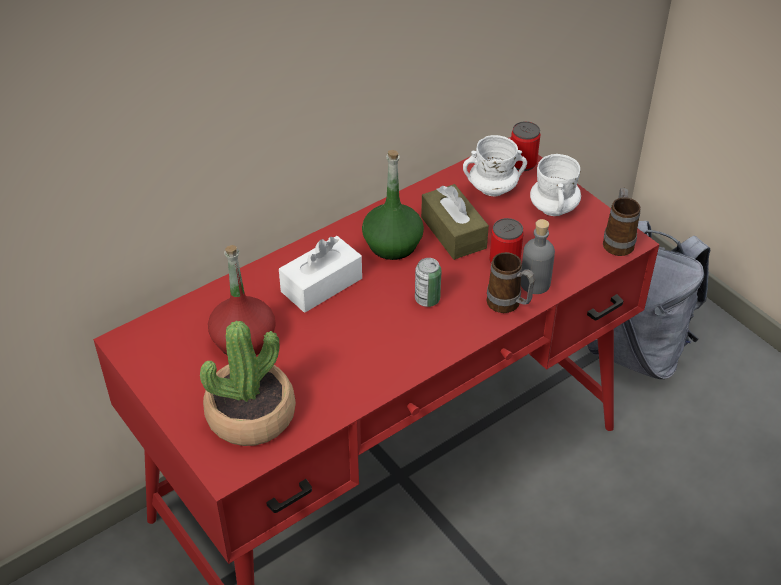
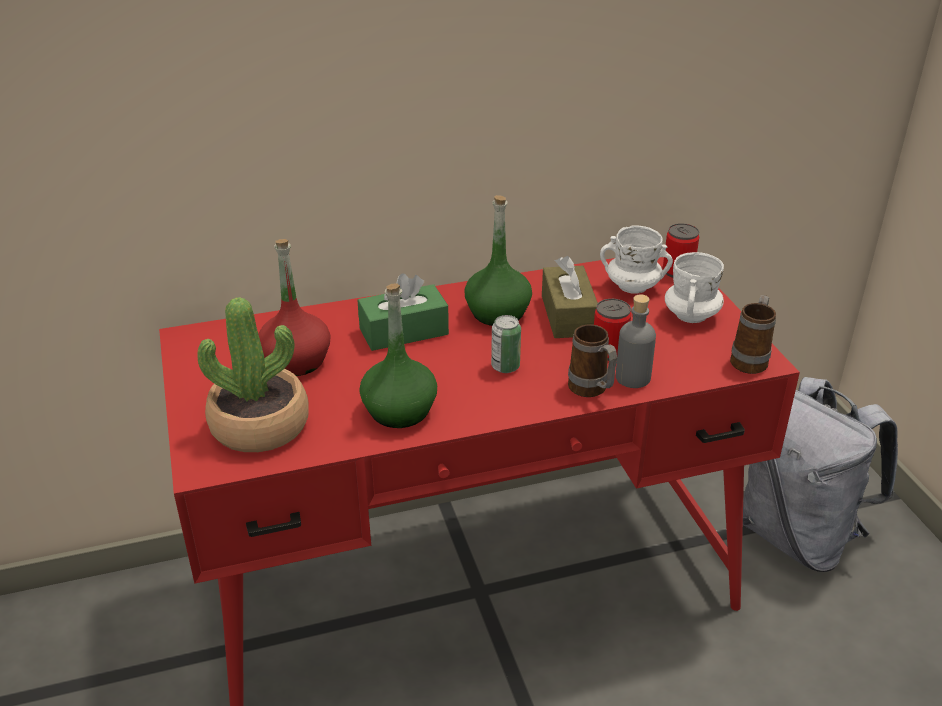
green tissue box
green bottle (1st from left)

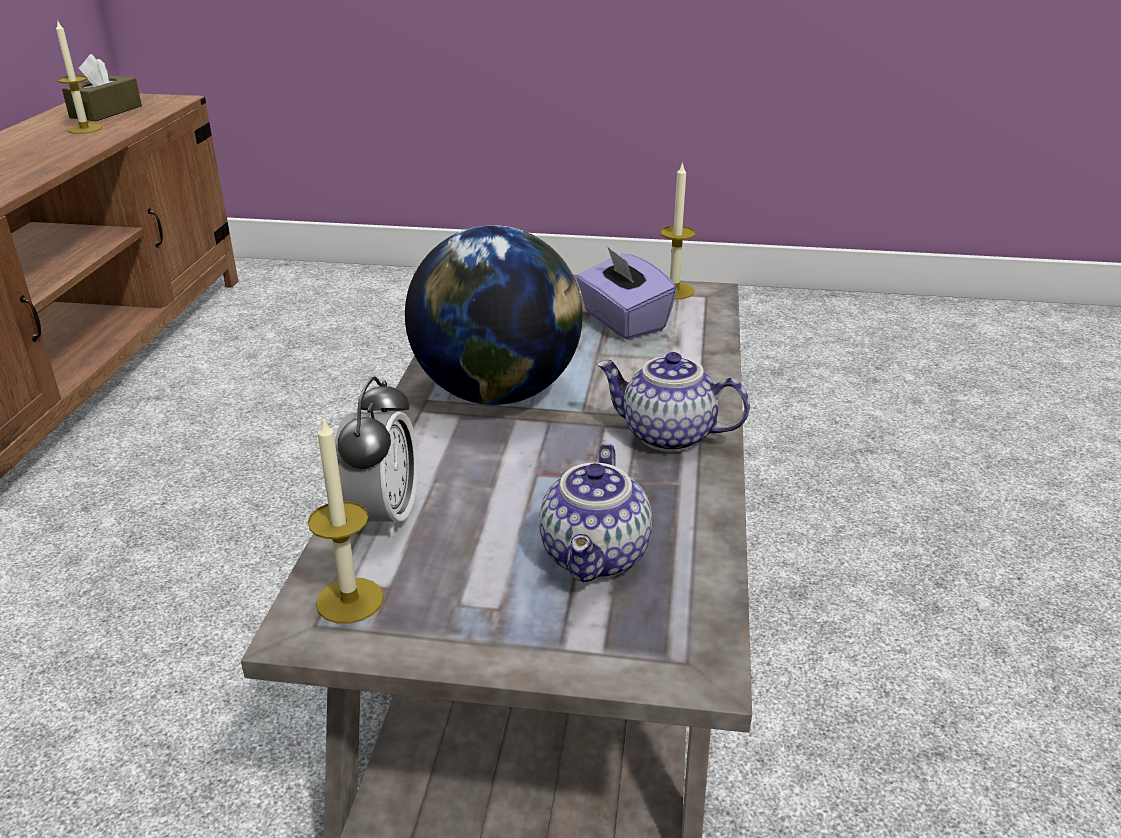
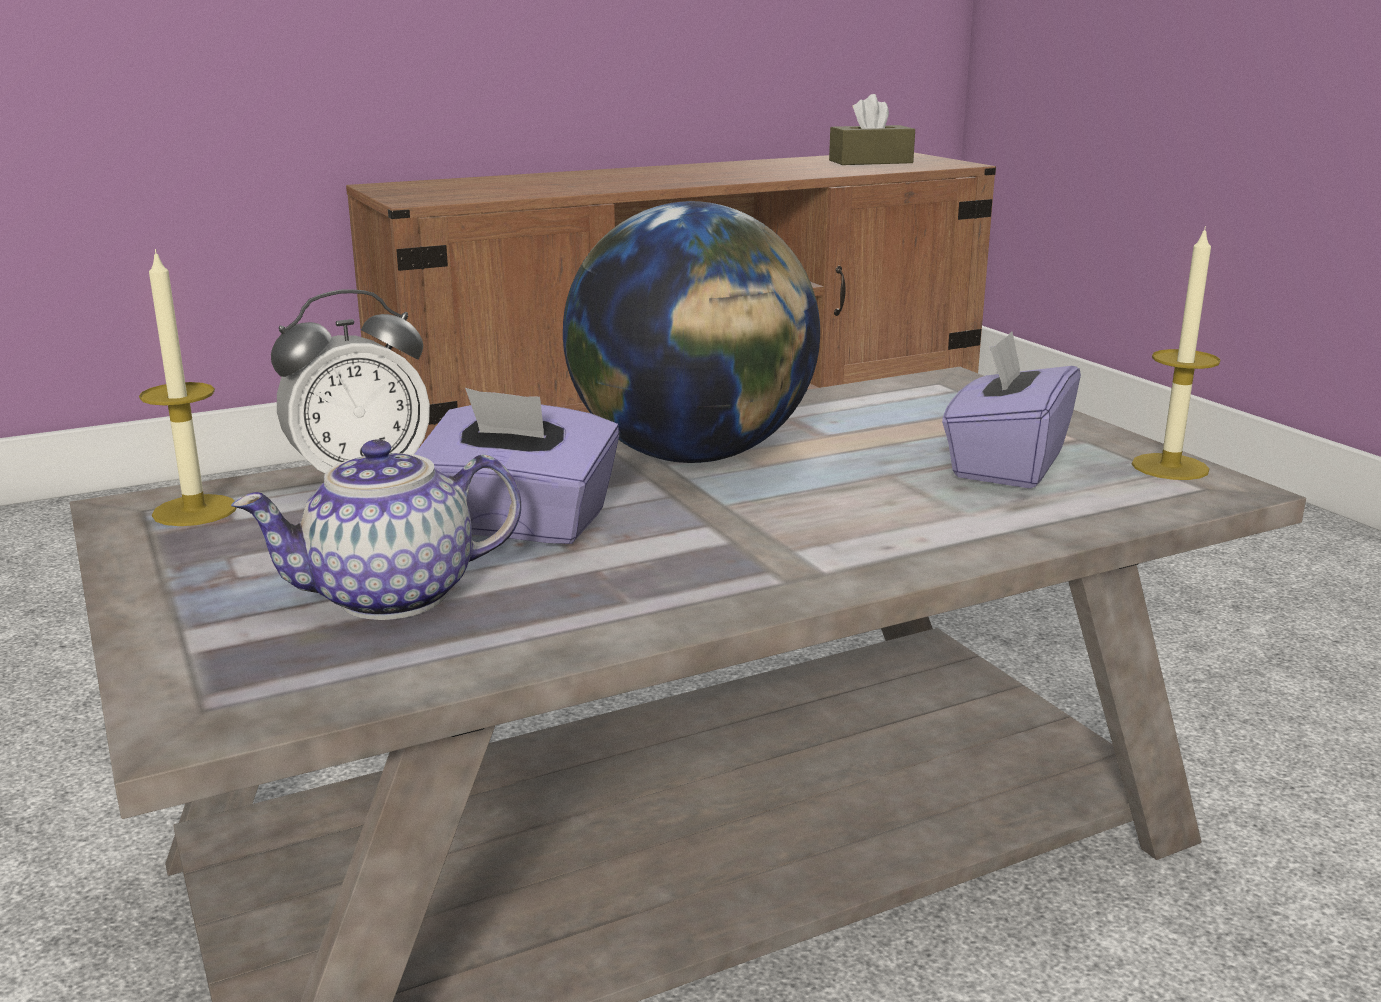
candle (1st from left in the first image)
teapot (2nd from left in the first image)
purple tissue box (1st from left)

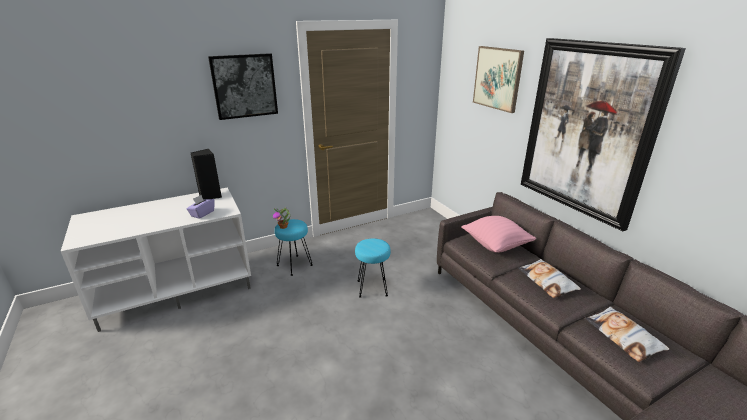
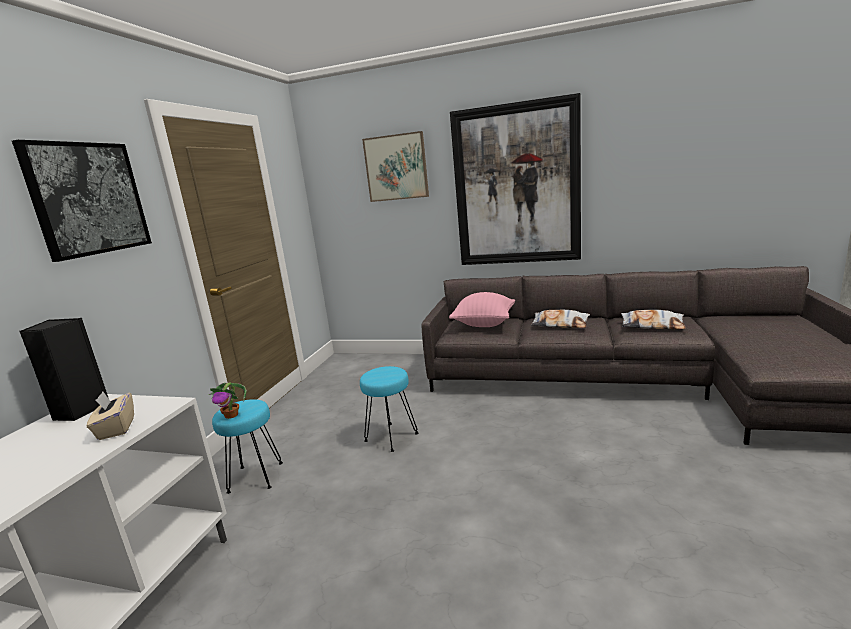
beige tissue box

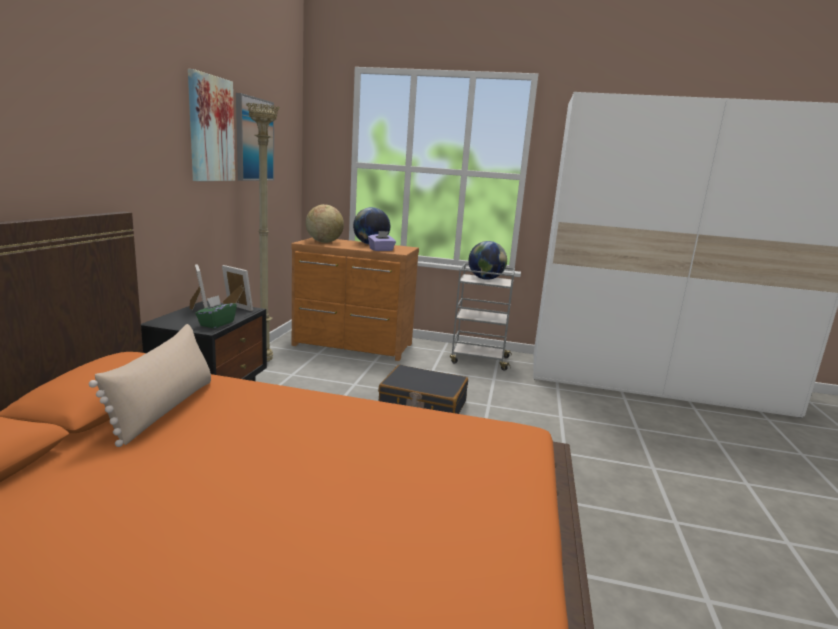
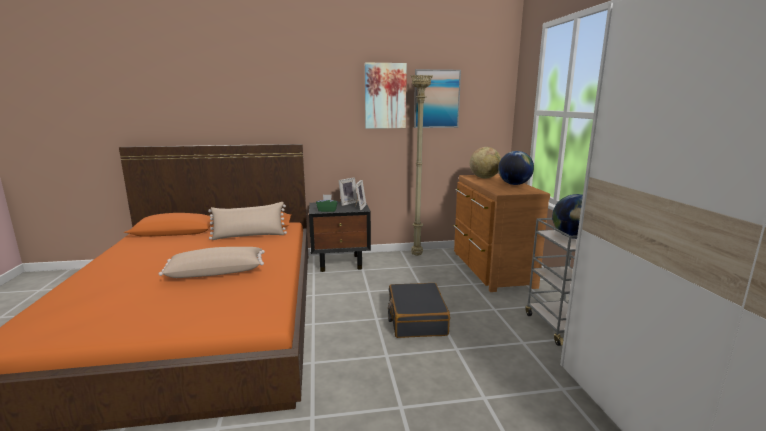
purple tissue box
beige pillow (1st from left)

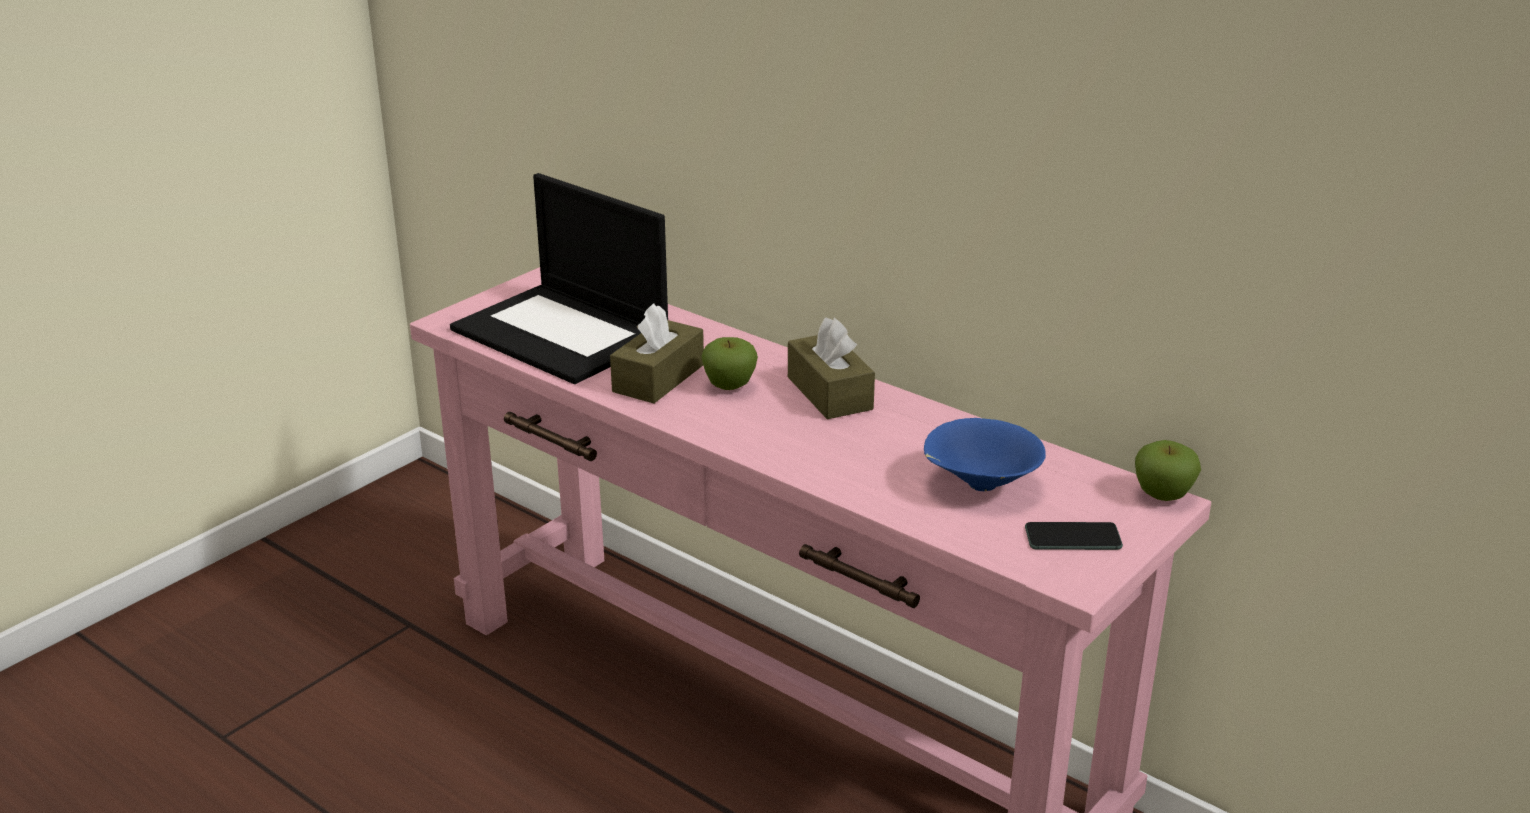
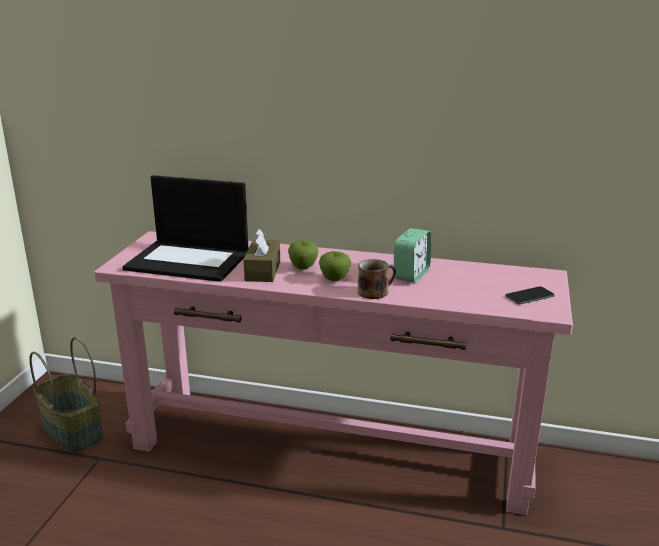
brown tissue box (2nd from left in the first image)
blue bowl
apple (2nd from left)
basket
mug
alarm clock

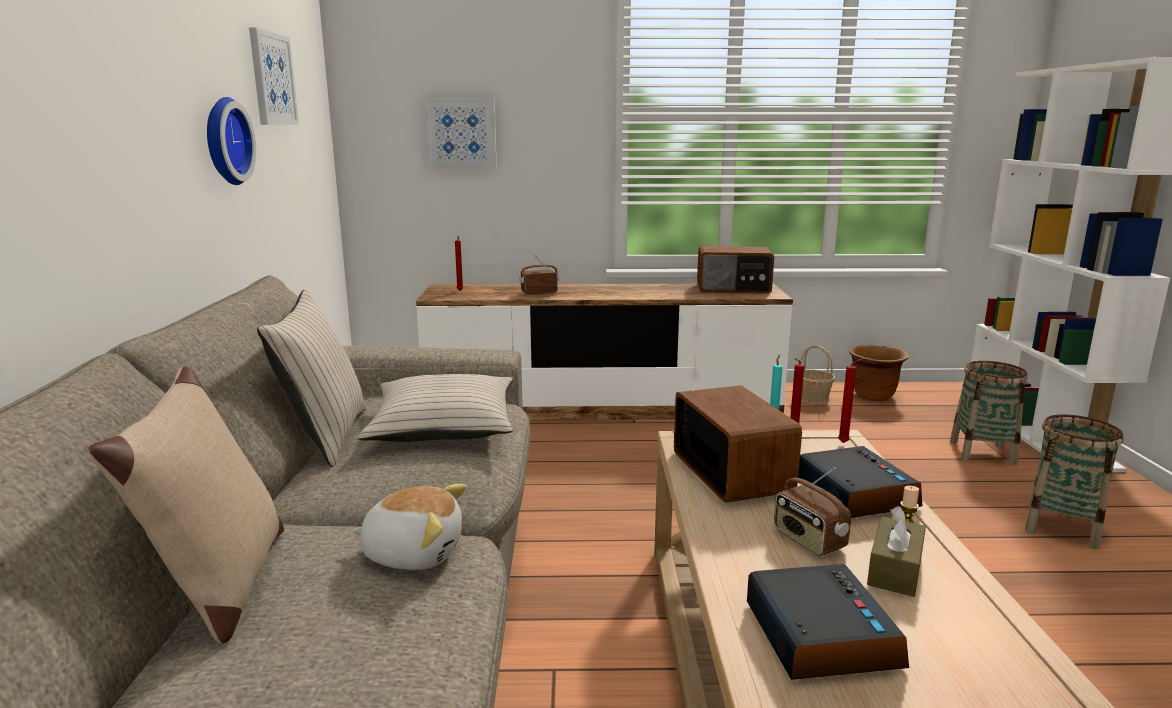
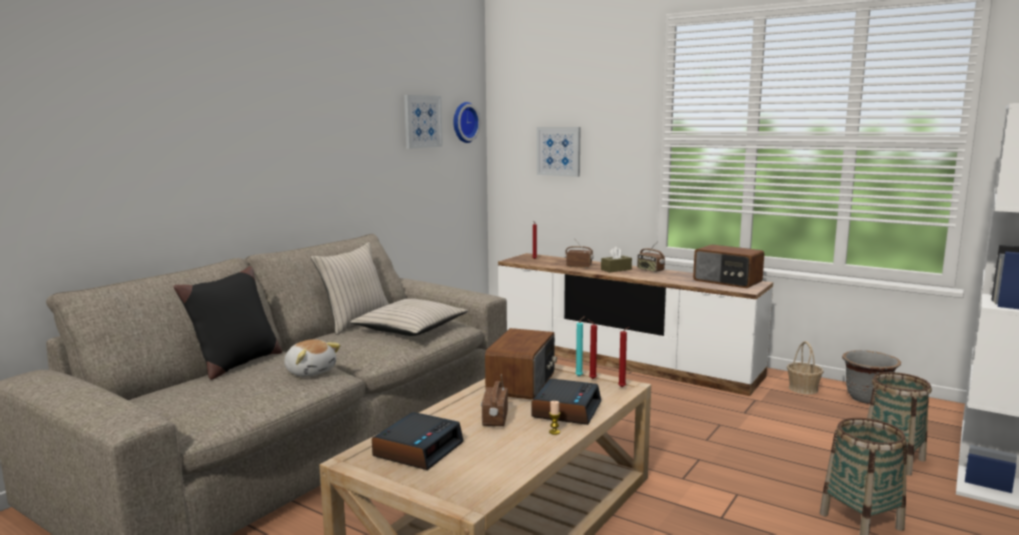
black pillow
wall clock
grey planter
brown tissue box
radio (4th from left)

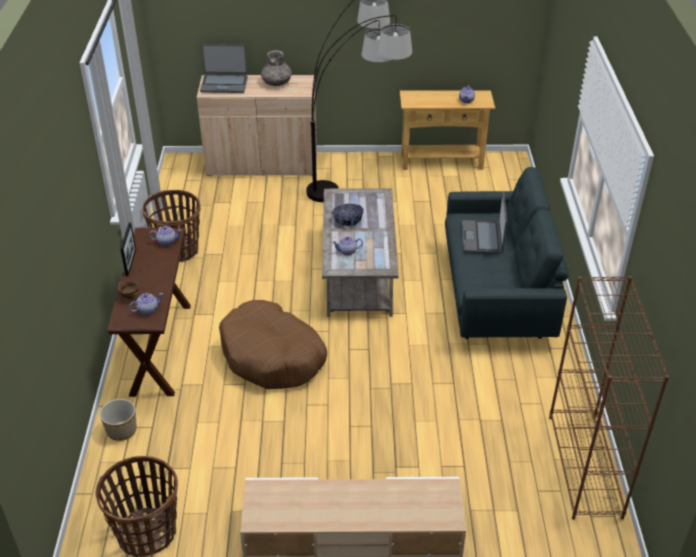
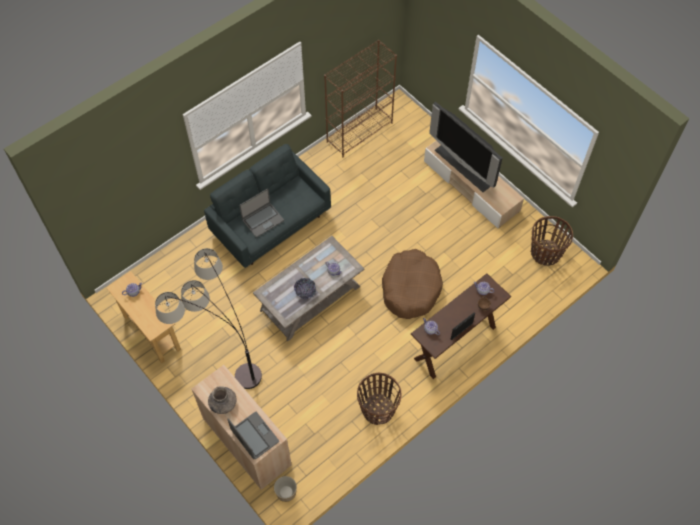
planter
television

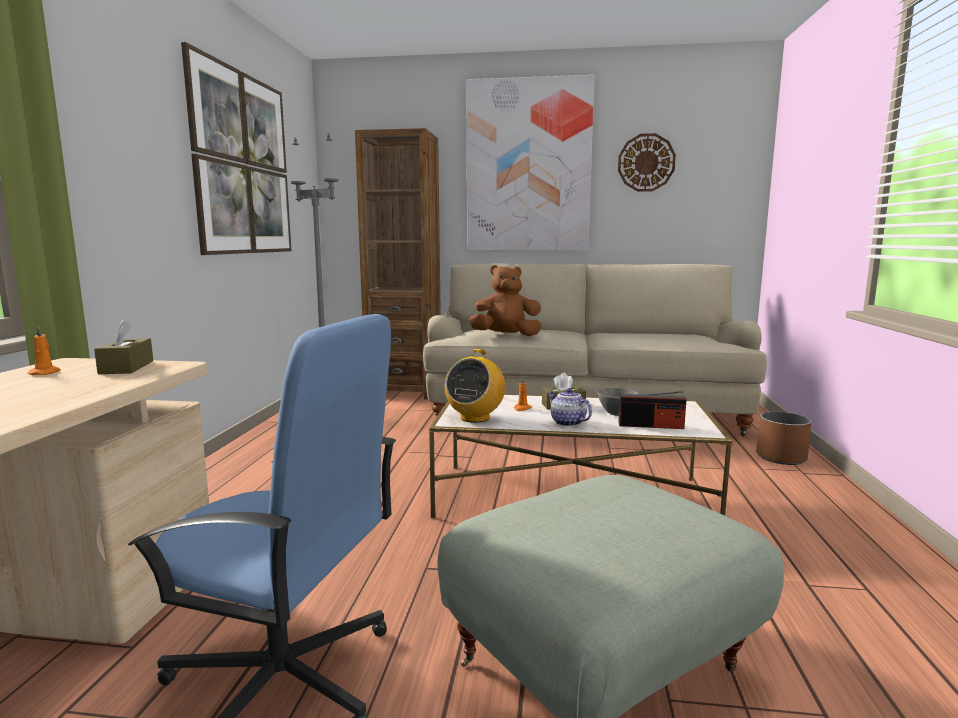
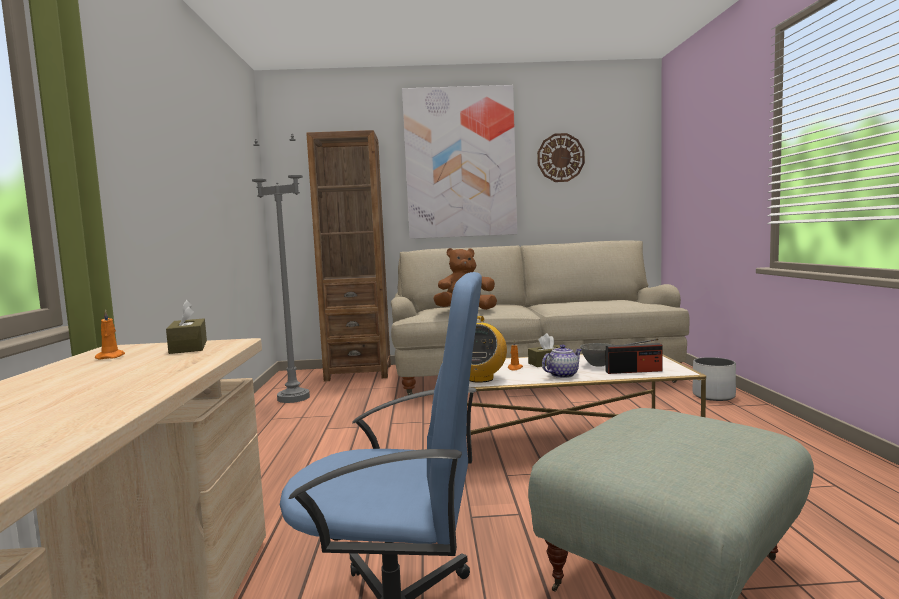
picture (1st from left in the first image)
teapot
white planter

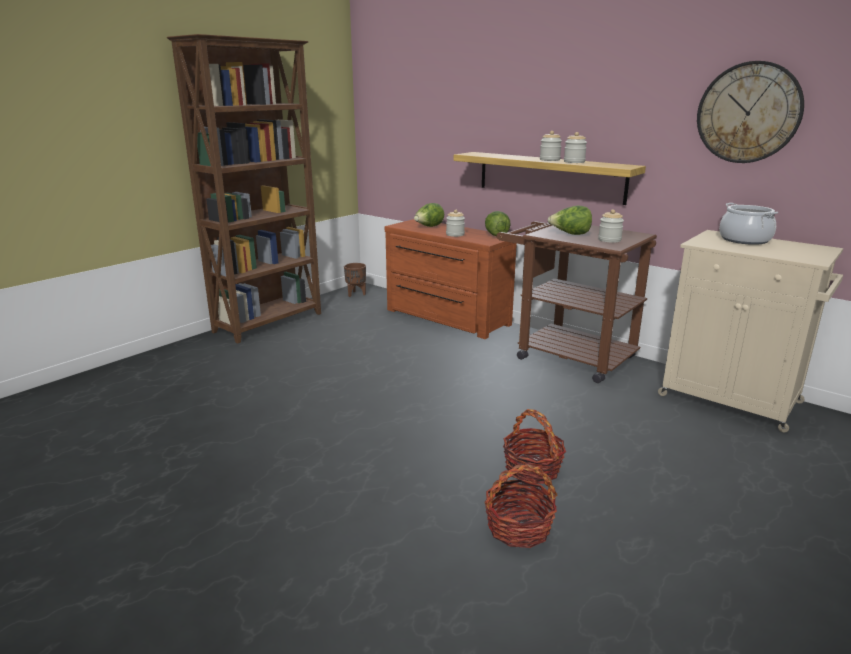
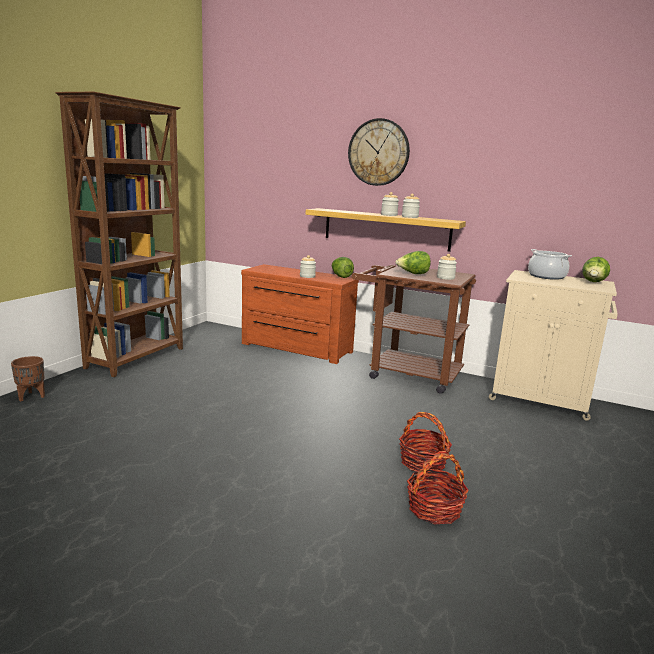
brown planter
lettuce (3rd from left)
wall clock

